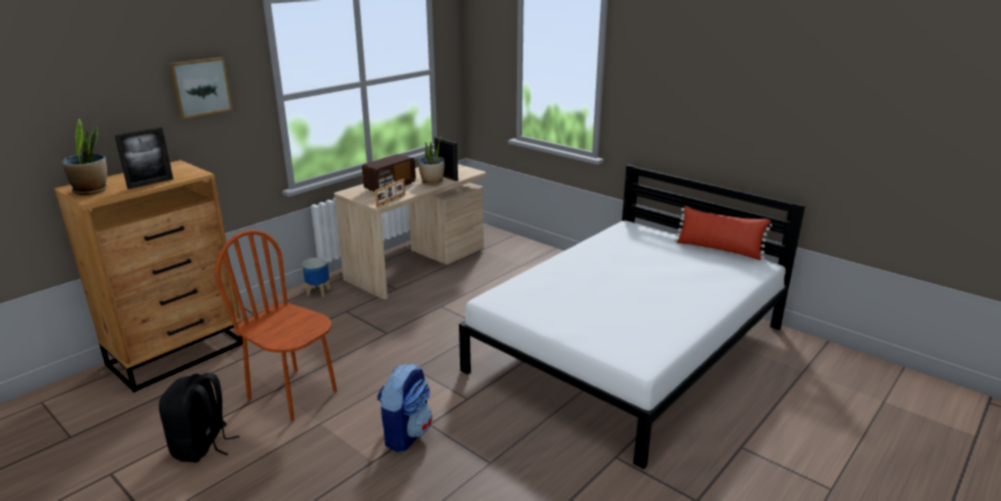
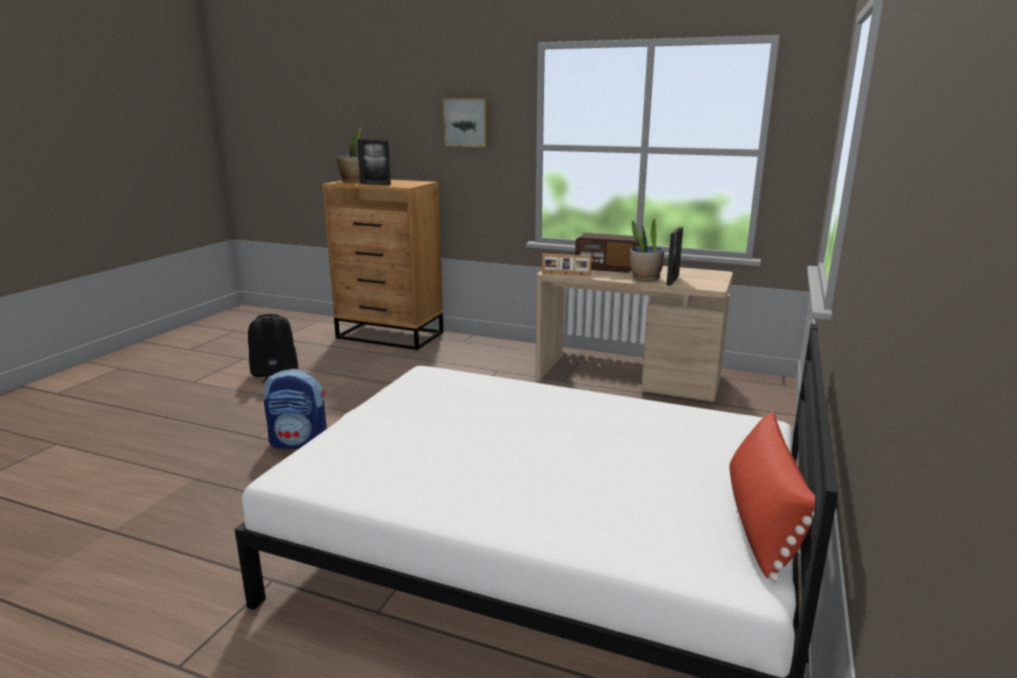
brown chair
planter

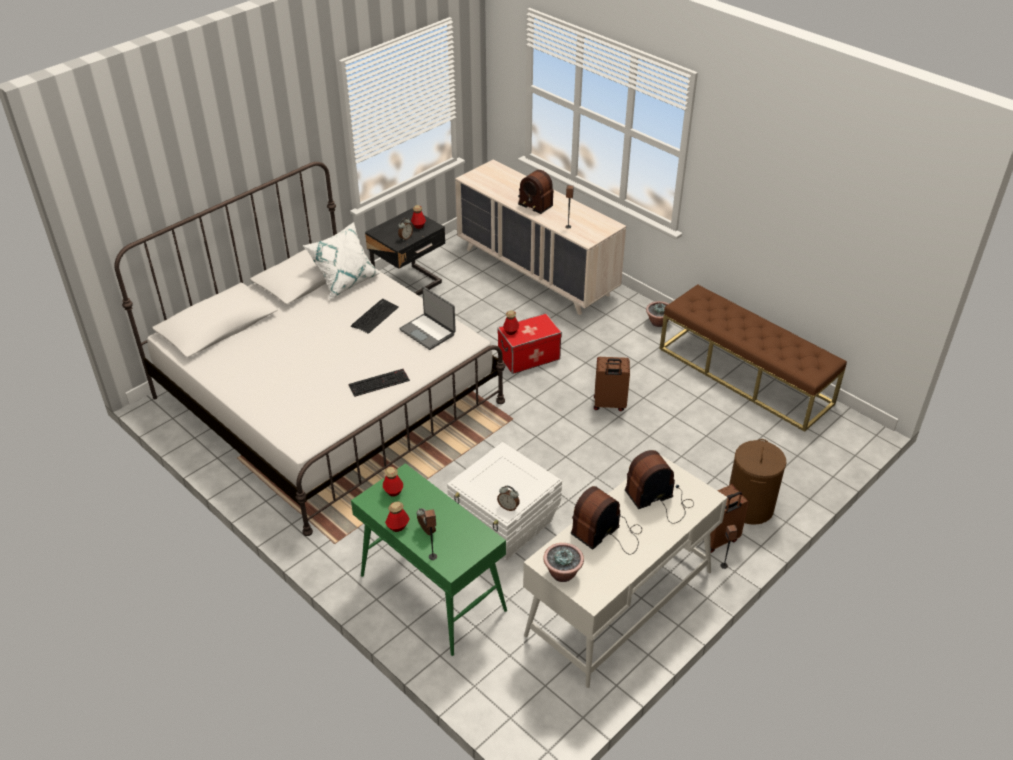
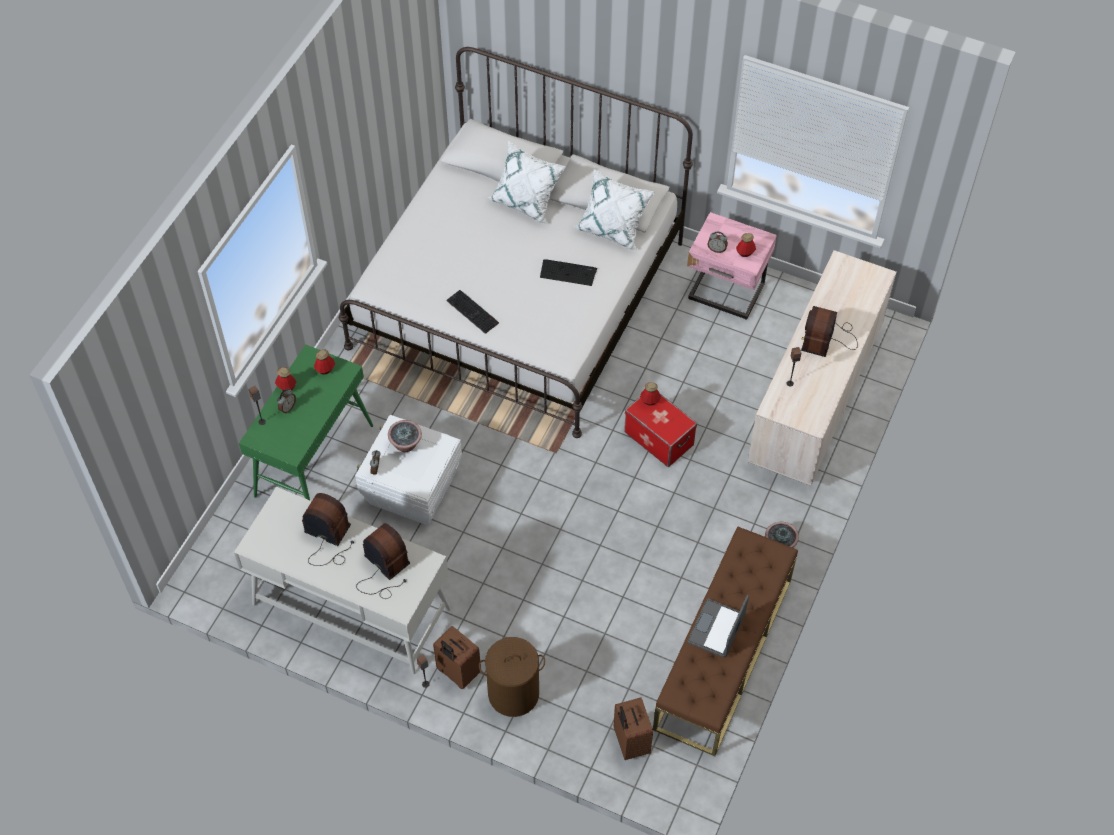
pink nightstand
laptop
potted plant (1st from left)
brown suitcase (2nd from left)
white pillow (1st from left)

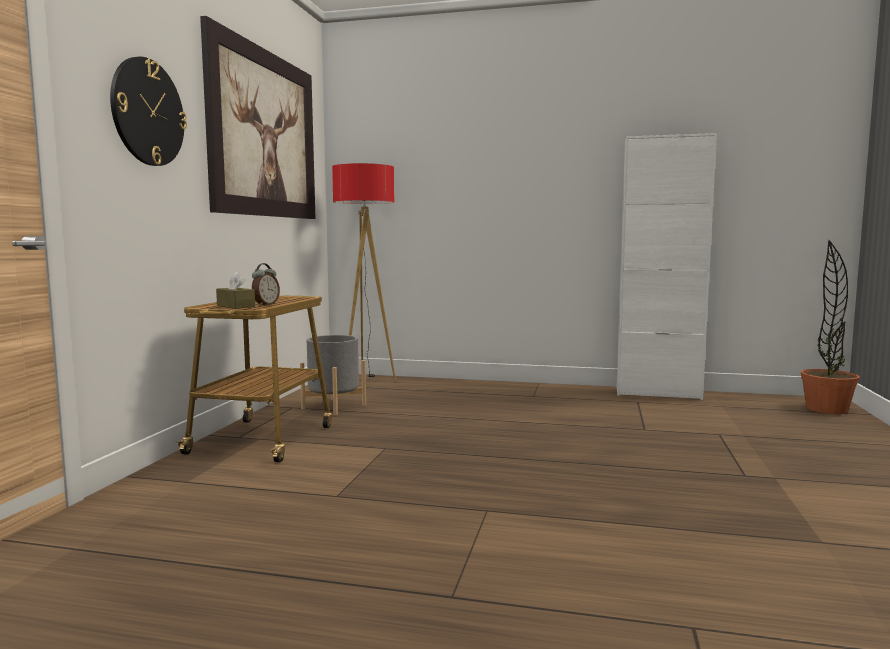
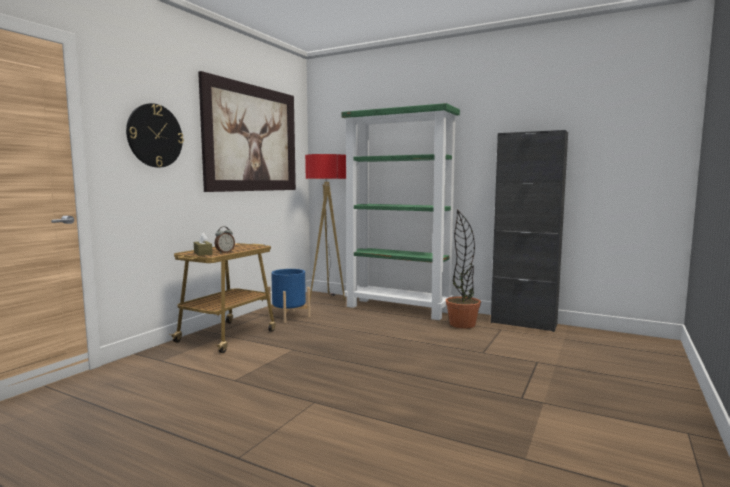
blue planter
black cabinet
potted plant
green bookcase

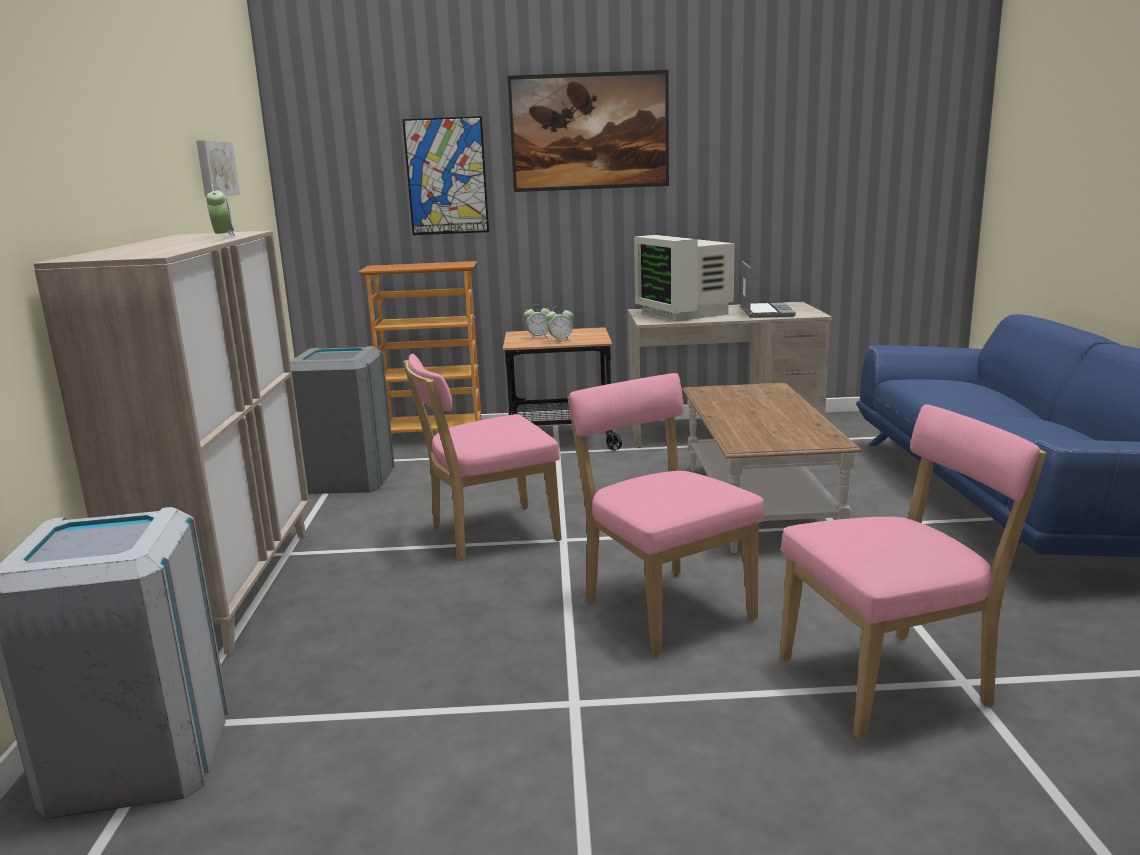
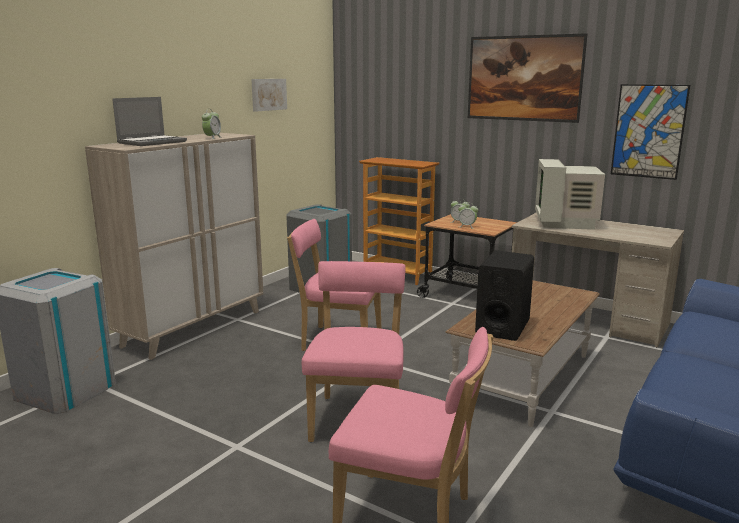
picture (3rd from left)
laptop
black speaker

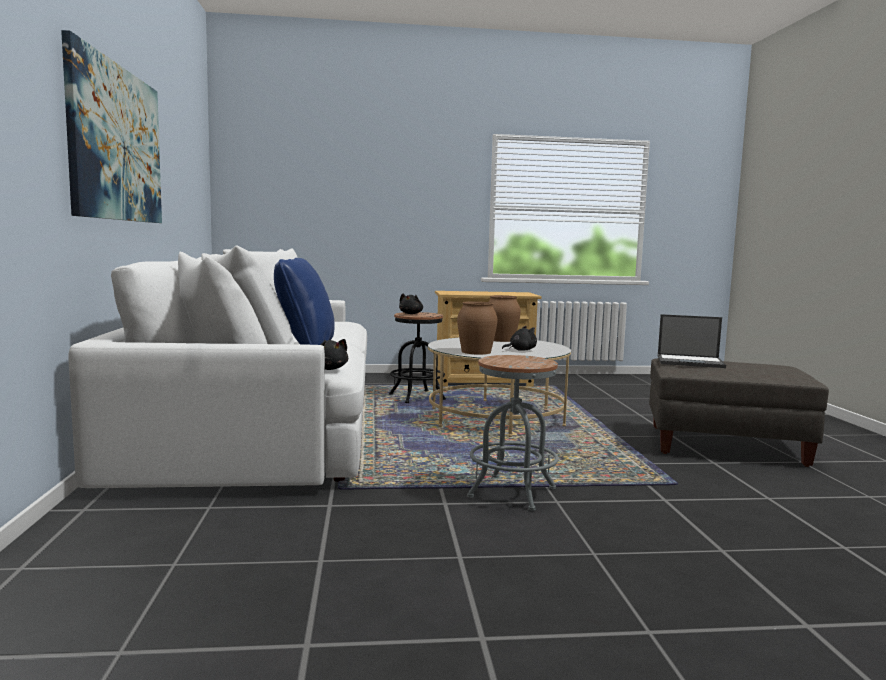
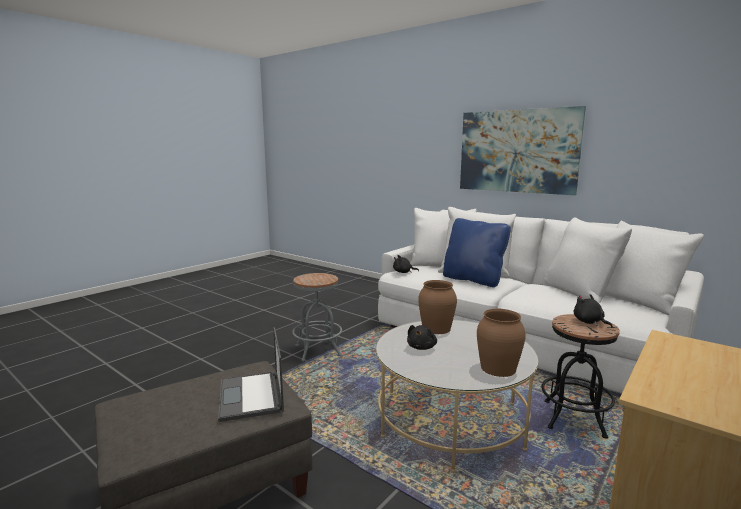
laptop

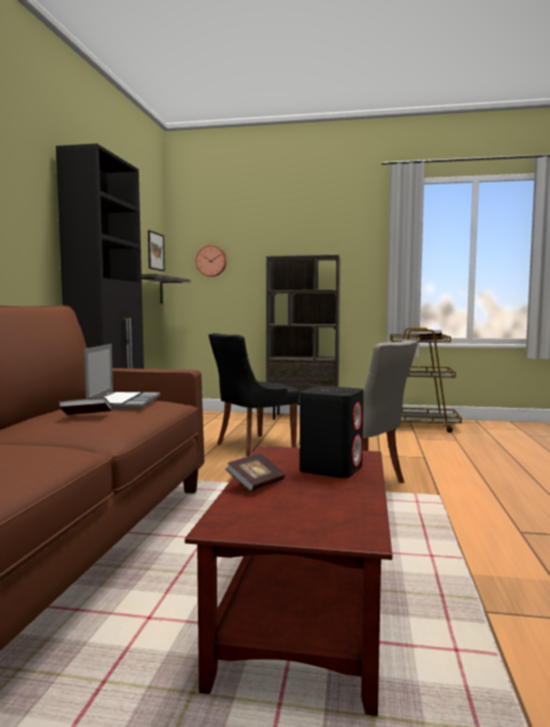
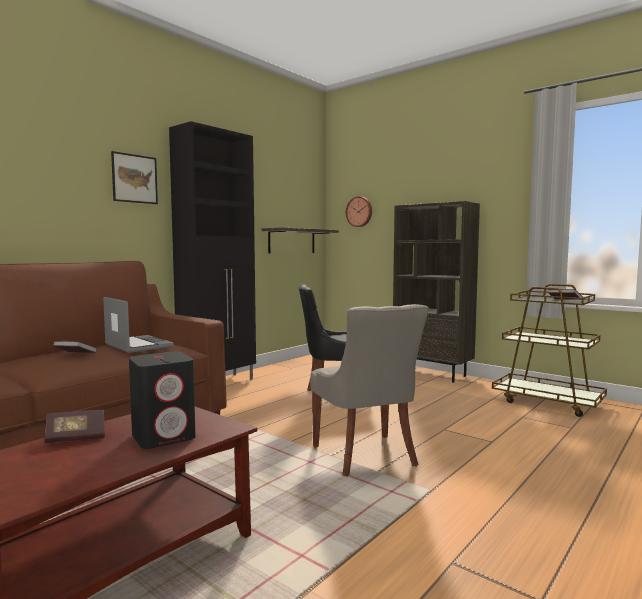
laptop
picture

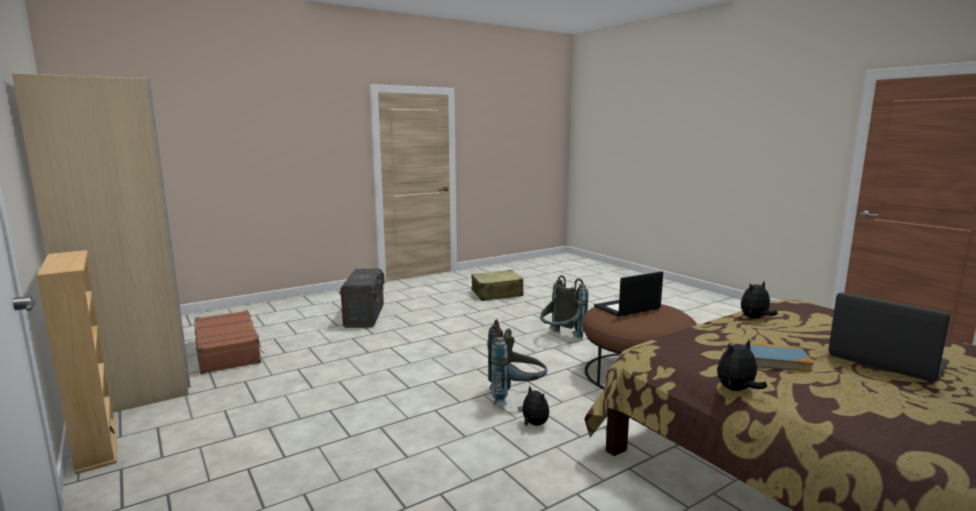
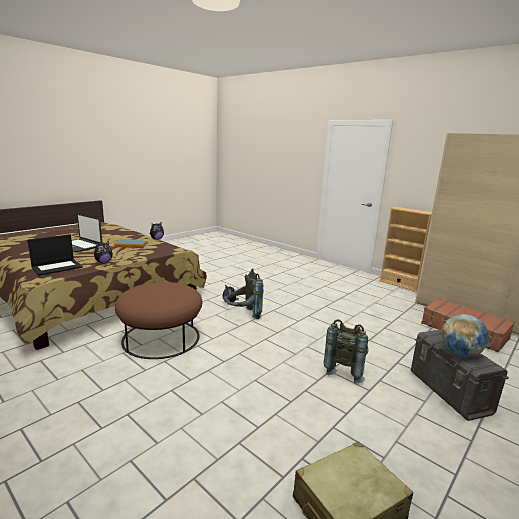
grey backpack (2nd from left)
laptop (1st from left)
globe

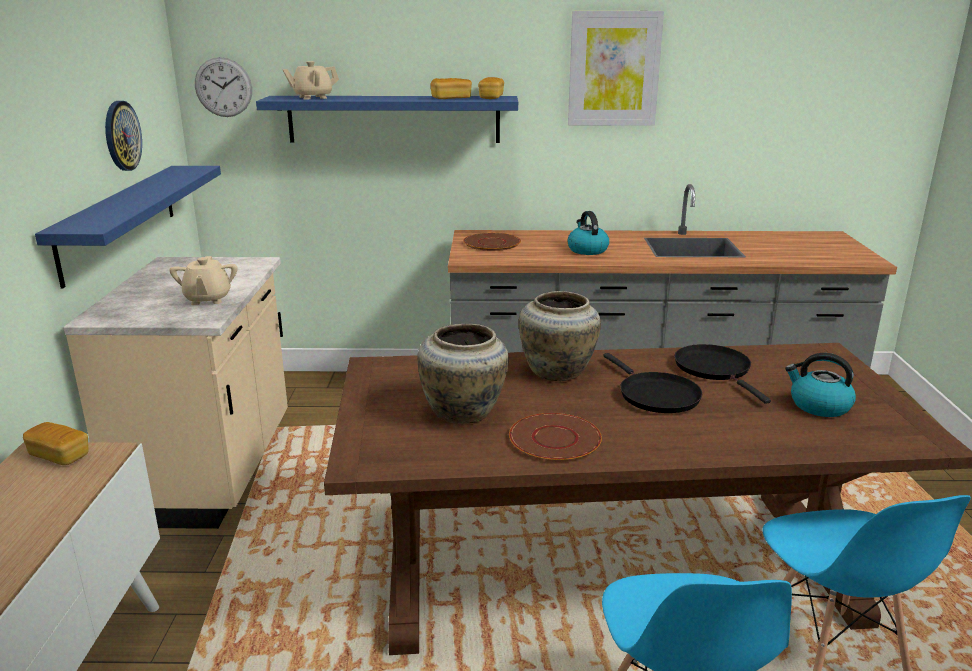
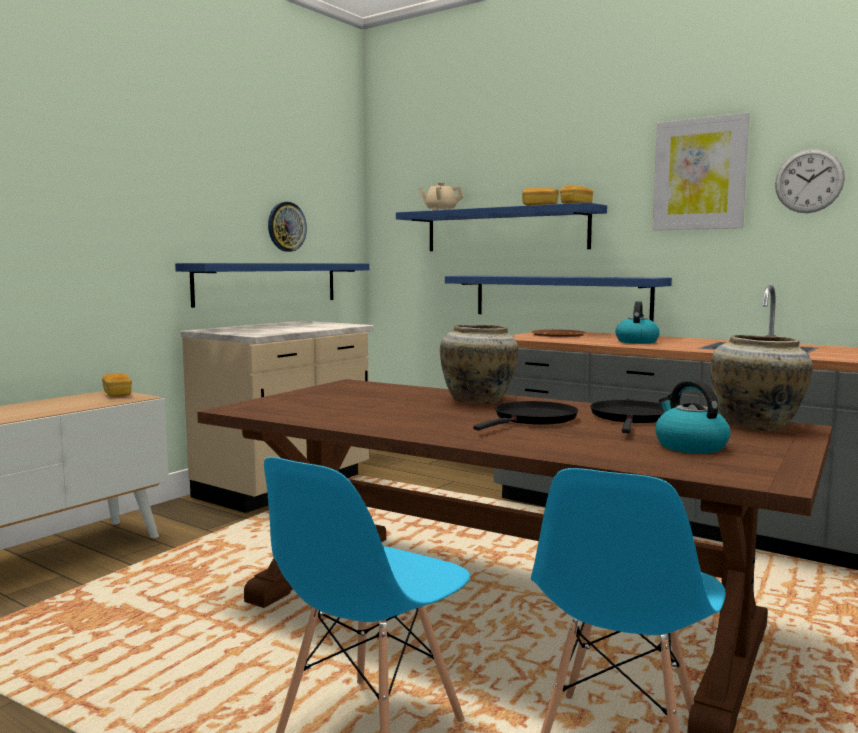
beige teapot (1st from left in the first image)
wall clock (2nd from left)
beige vase (2nd from left)
brown plate (2nd from left in the first image)
black frying pan (1st from left)
blue shelf (3rd from left)

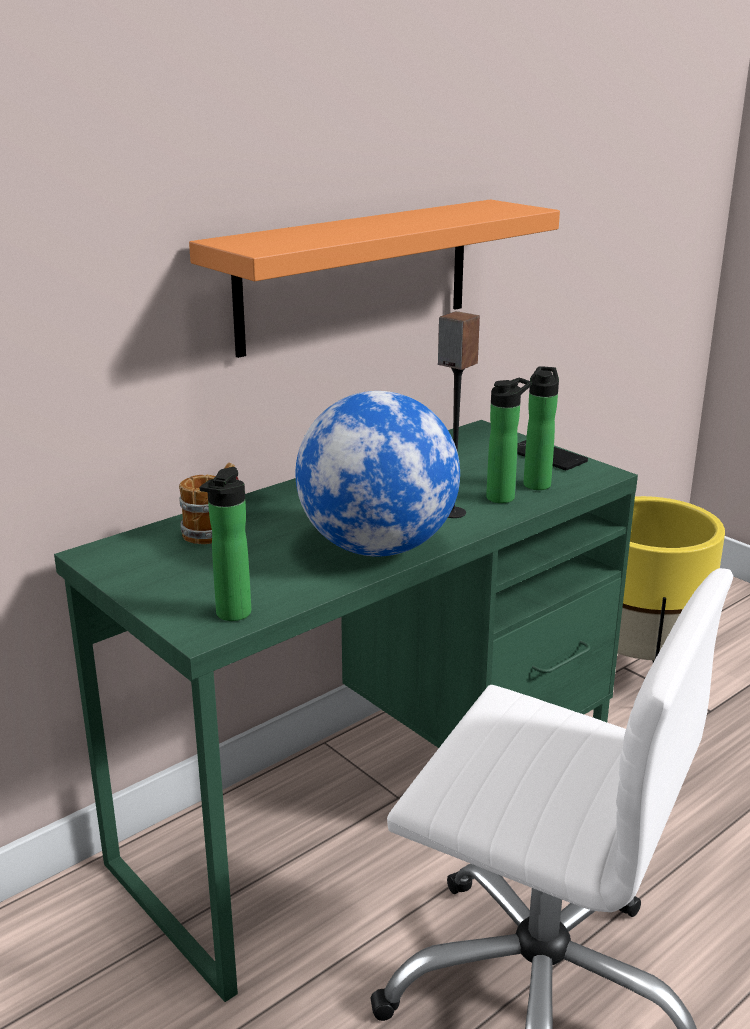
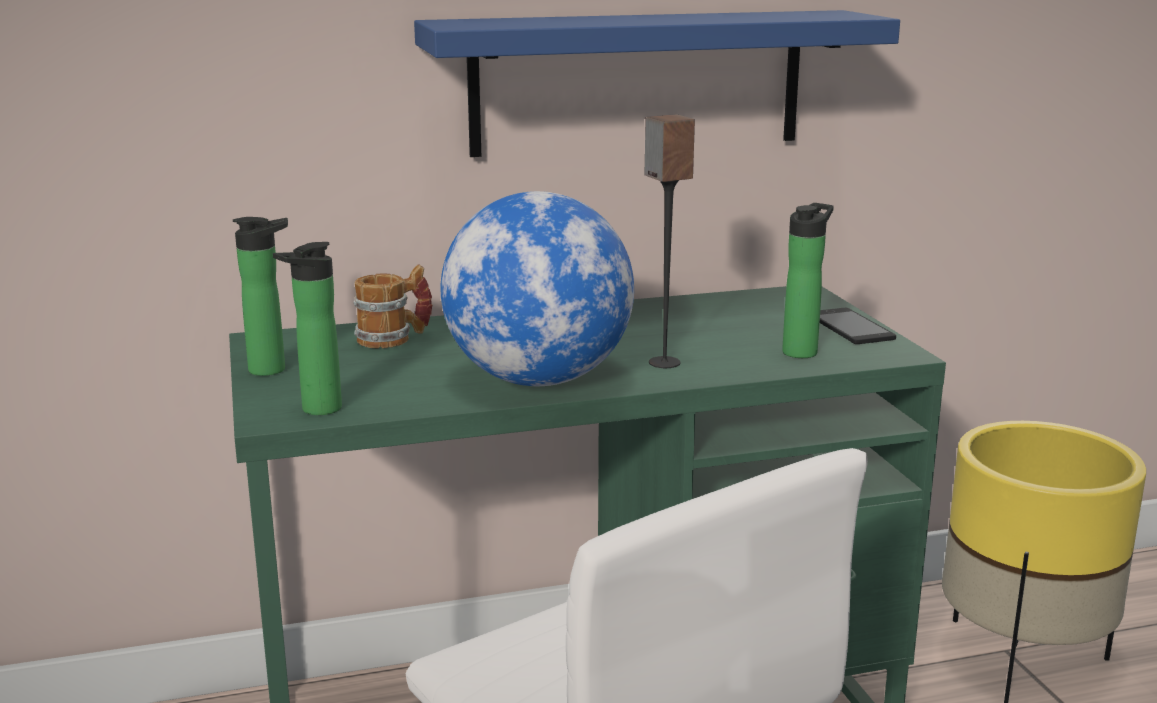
blue shelf
bottle (1st from left)

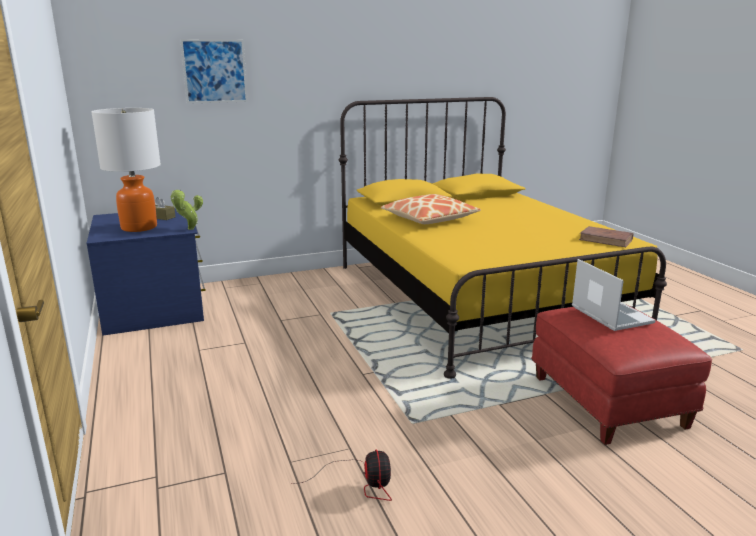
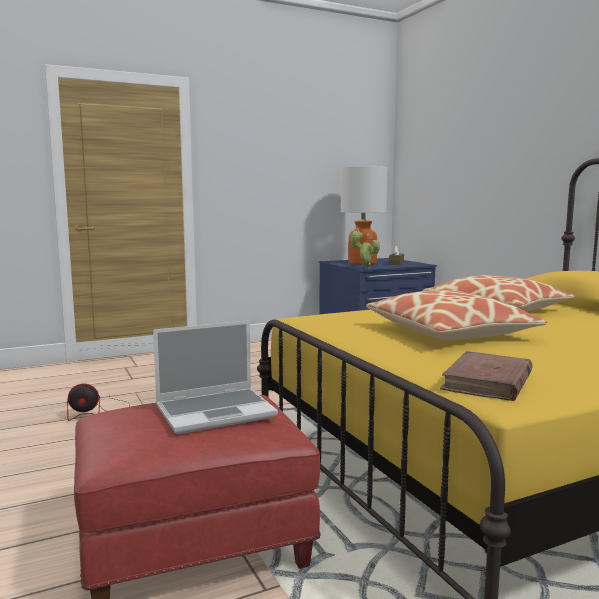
picture
pillow (1st from left)

